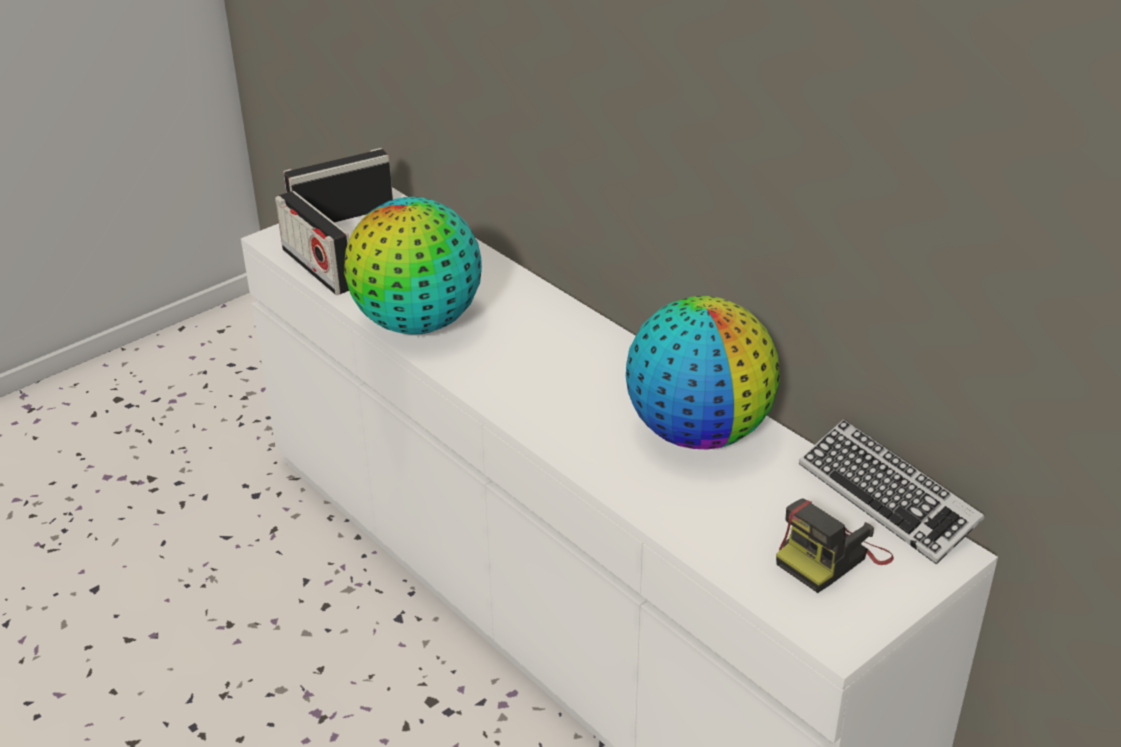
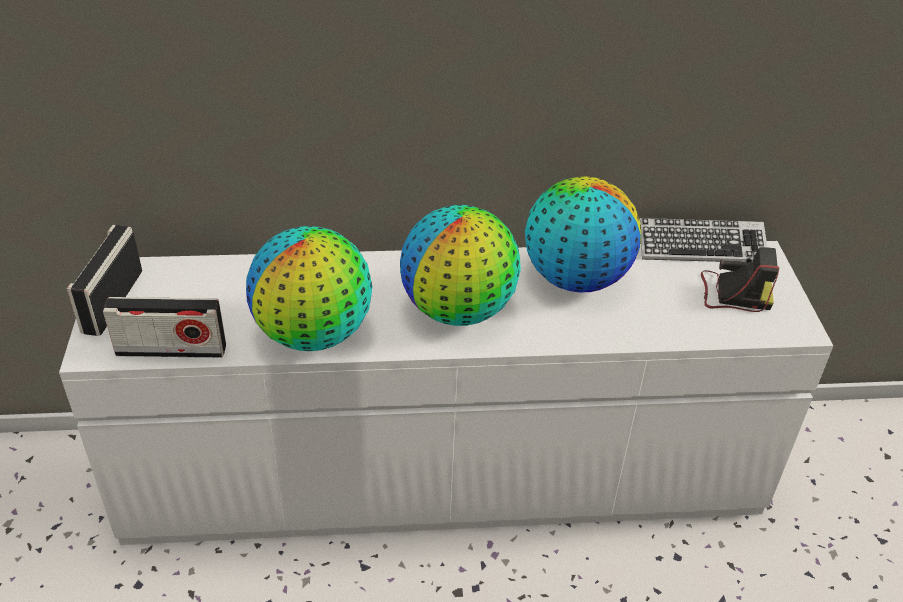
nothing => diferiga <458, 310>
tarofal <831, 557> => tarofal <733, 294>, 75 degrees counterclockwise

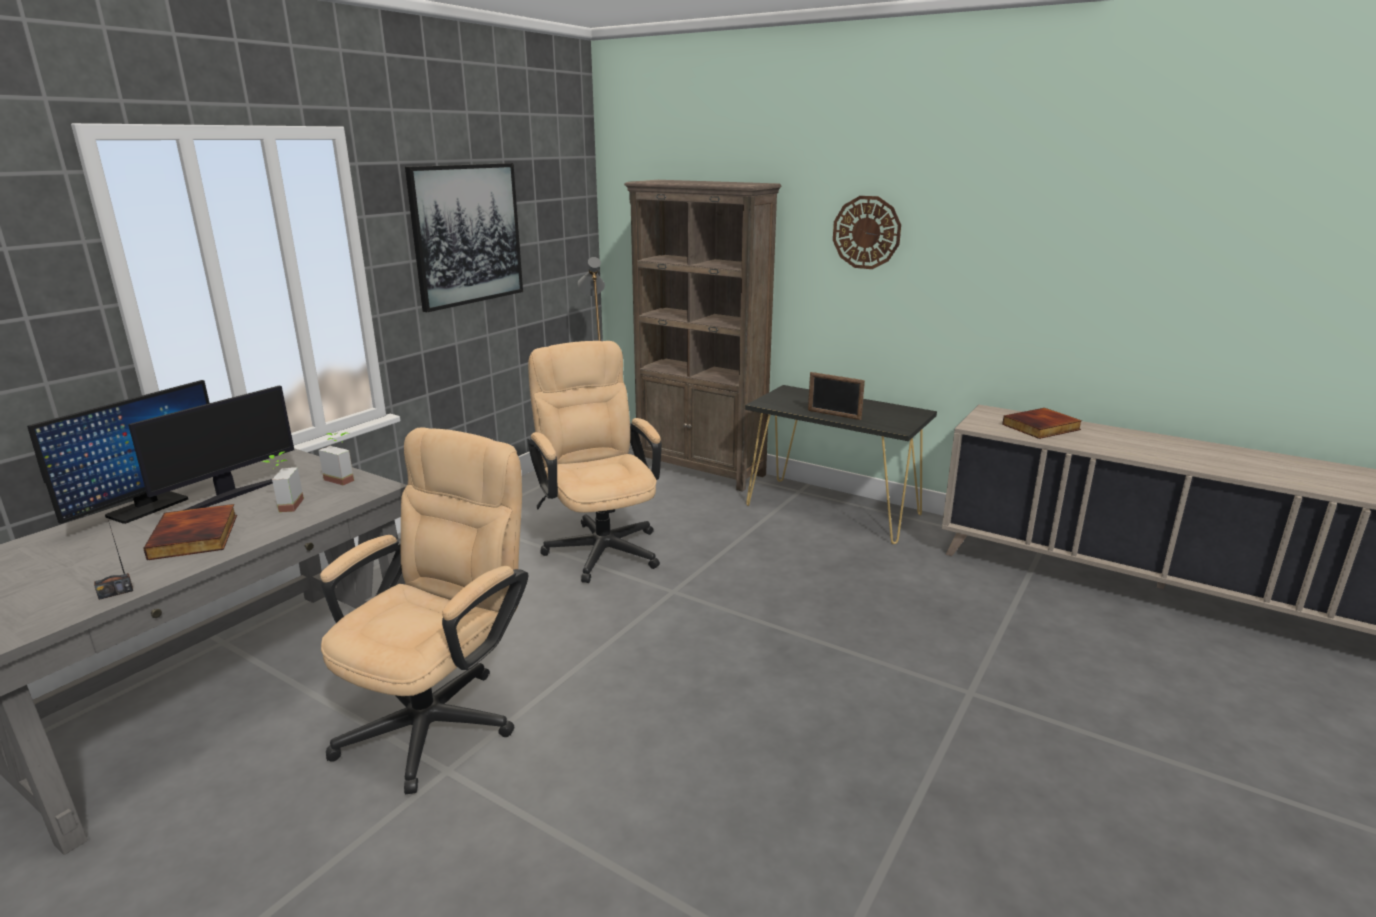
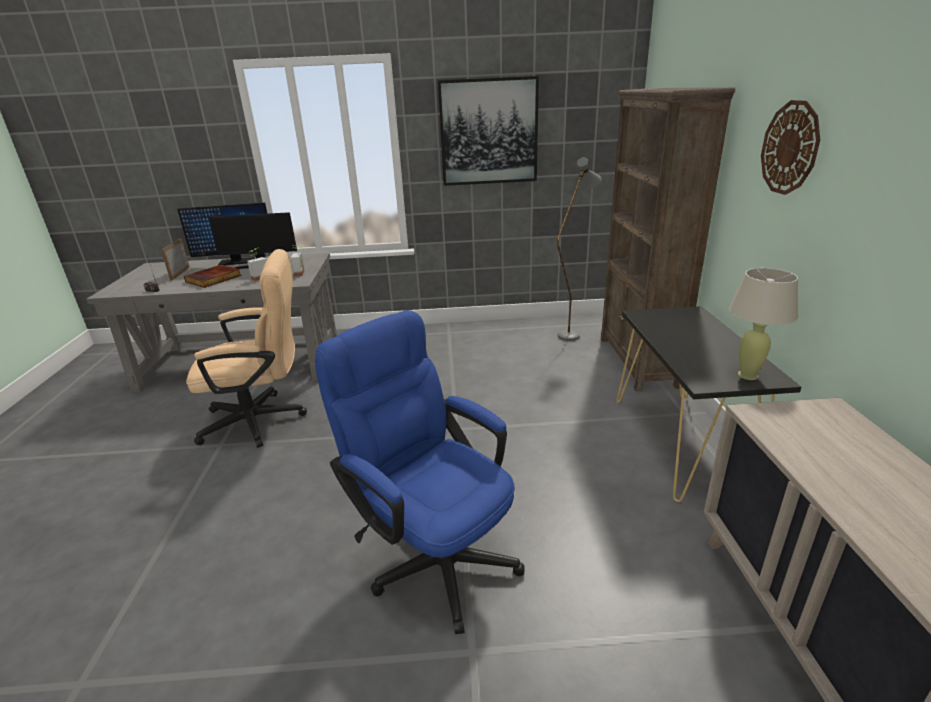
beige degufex <600, 545> => nothing
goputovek <1041, 427> => nothing
nothing => blue degufex <434, 554>
nothing => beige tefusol <748, 375>
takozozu <834, 415> => takozozu <180, 273>, relocated

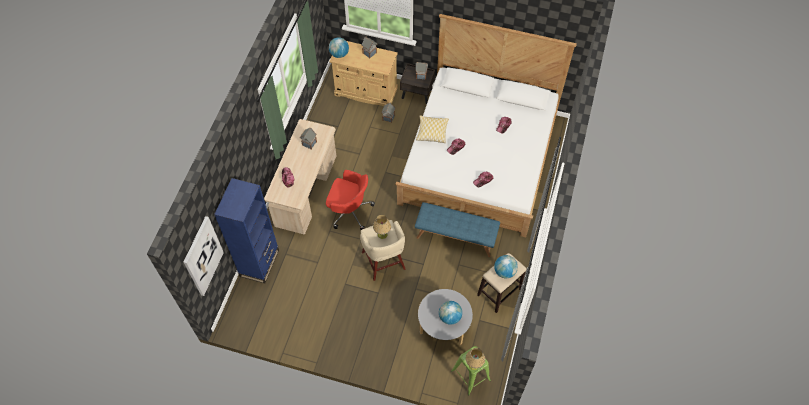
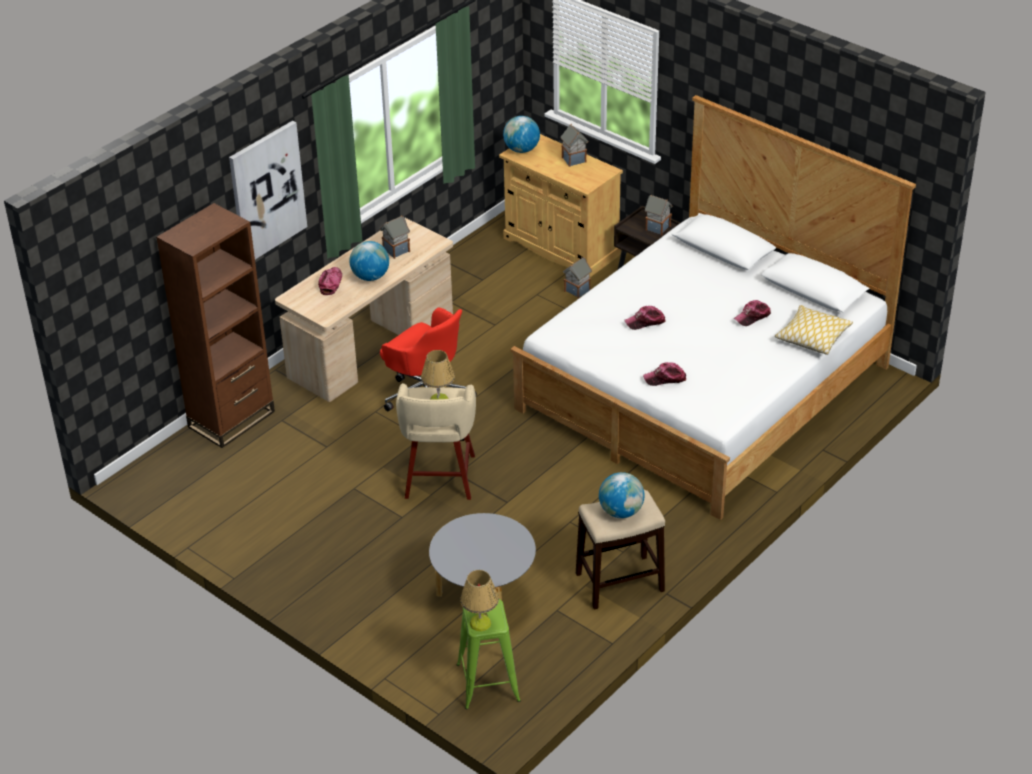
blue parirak <456, 236> => nothing
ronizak <202, 256> => ronizak <267, 192>, relocated
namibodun <432, 132> => namibodun <812, 337>, relocated
diferiga <449, 317> => diferiga <370, 277>, relocated
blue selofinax <259, 263> => brown selofinax <231, 419>

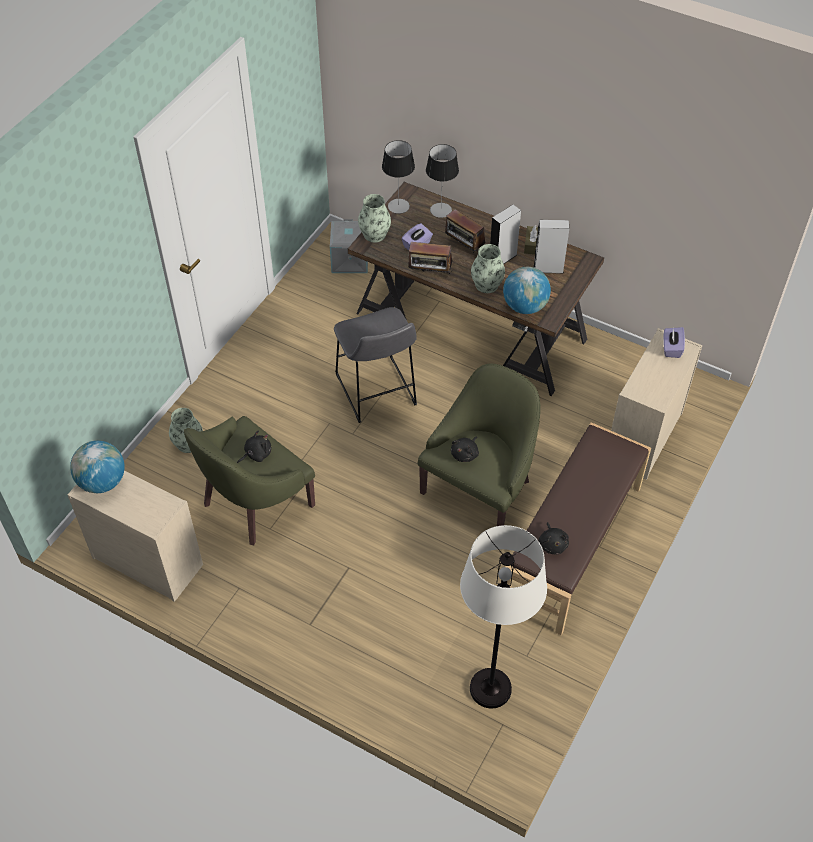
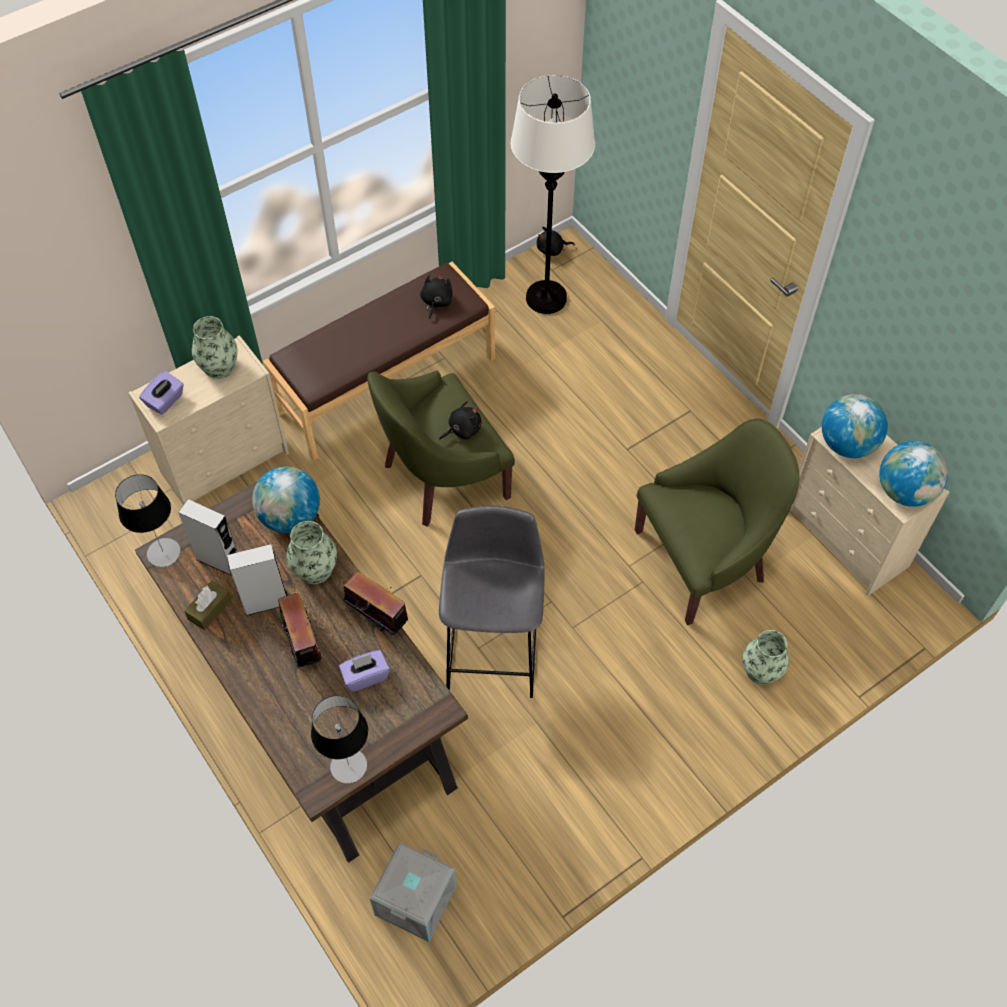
nothing => diferiga <847, 444>
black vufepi <256, 454> => black vufepi <552, 249>, relocated
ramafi <374, 234> => ramafi <219, 366>, relocated
tefusol <441, 210> => tefusol <163, 552>, relocated

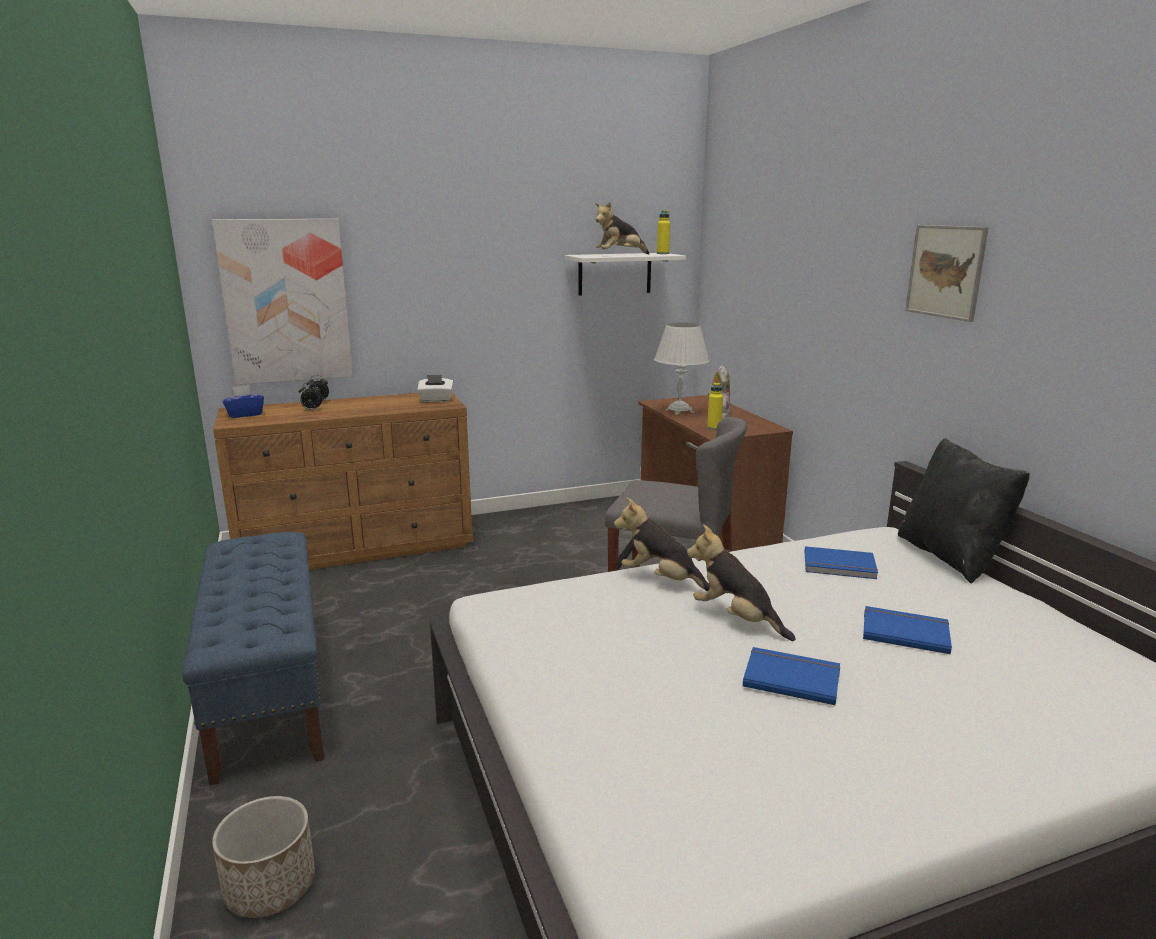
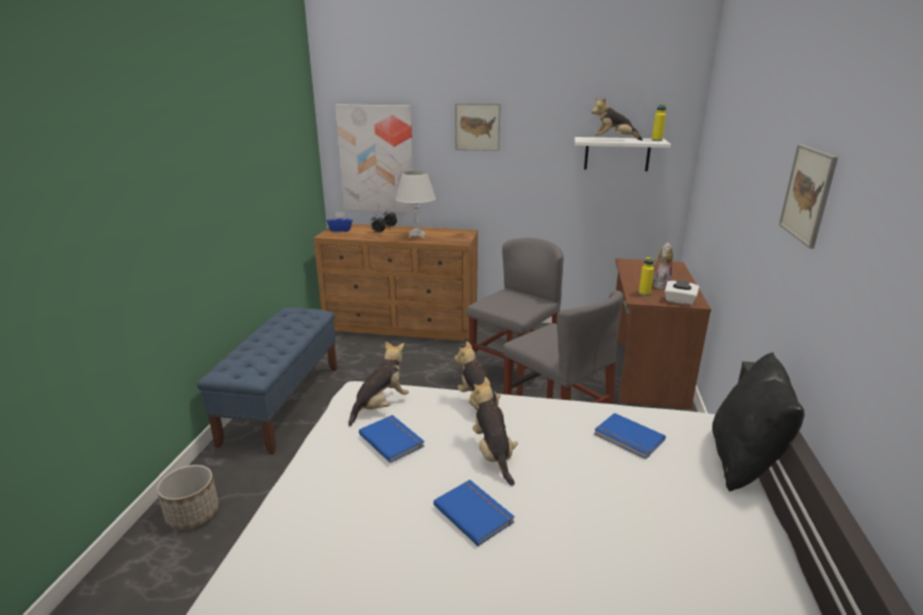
nothing => vufepi <381, 406>
nothing => ronizak <477, 127>
nothing => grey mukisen <514, 374>
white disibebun <436, 400> => white disibebun <679, 301>, relocated
white tefusol <679, 411> => white tefusol <417, 236>, relocated
blue goputovek <904, 631> => blue goputovek <392, 439>, relocated

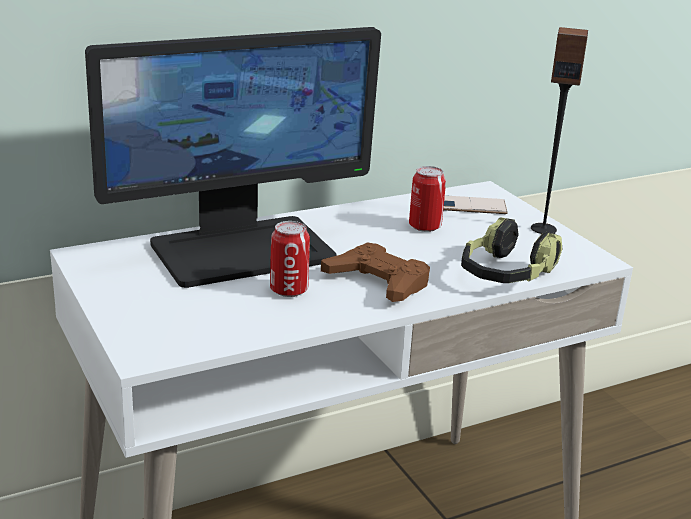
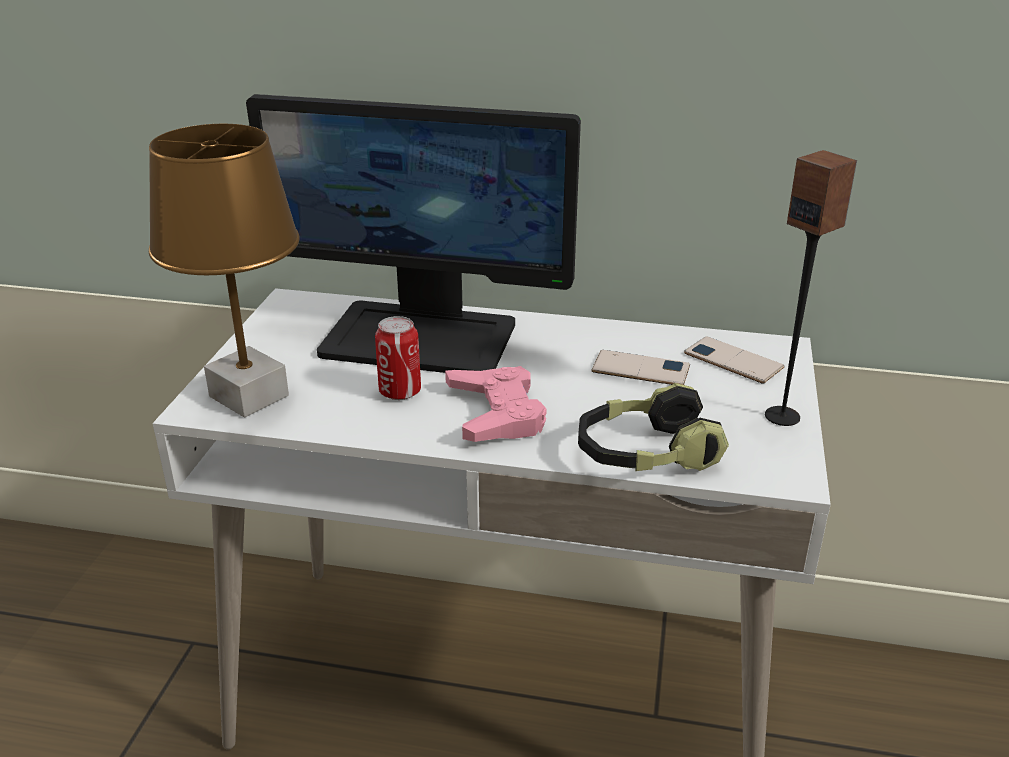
nothing => brown tefusol <250, 396>
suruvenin <425, 226> => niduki <640, 369>
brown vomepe <378, 281> => pink vomepe <496, 413>

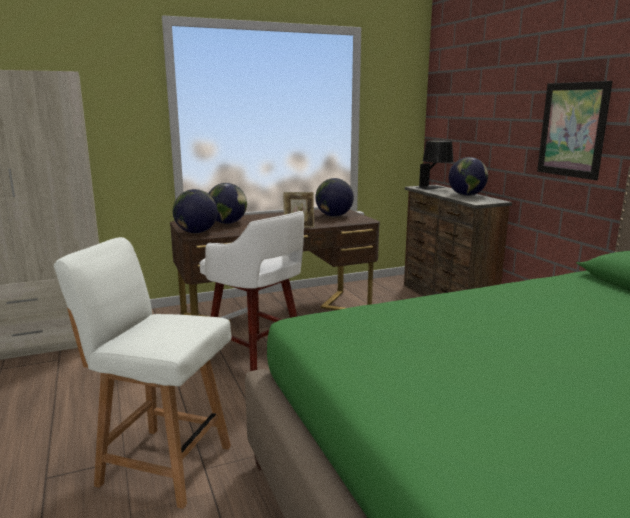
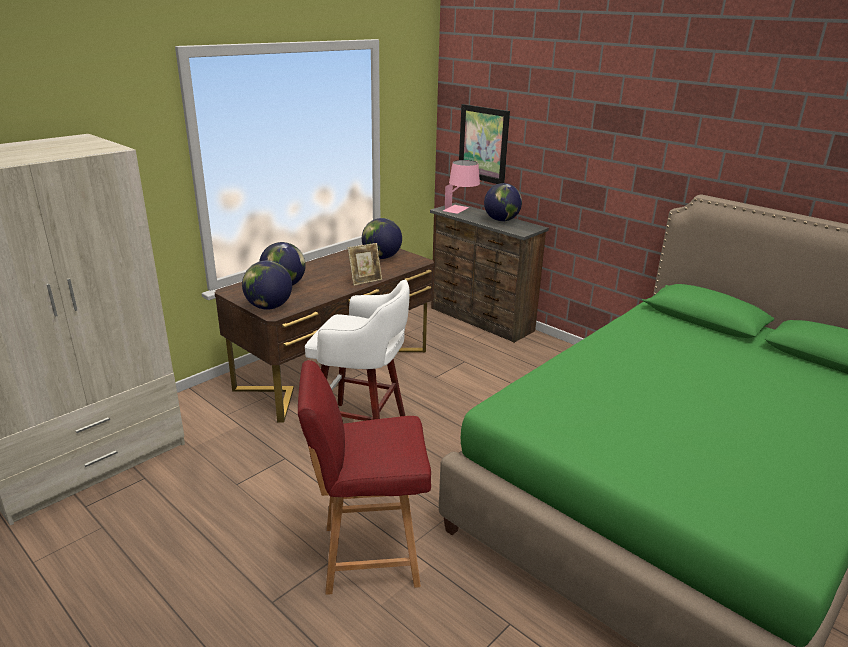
ronizak <572, 130> => ronizak <483, 144>, relocated
white mukisen <163, 464> => red mukisen <367, 555>
black tefusol <434, 188> => pink tefusol <461, 210>

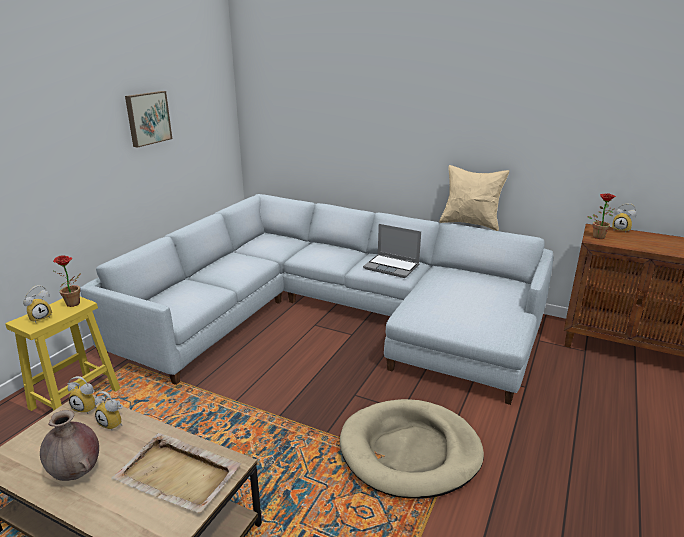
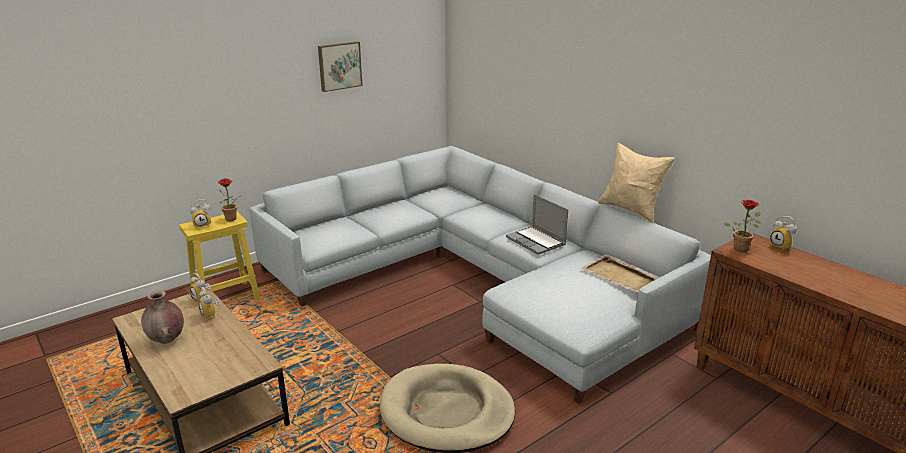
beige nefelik <178, 475> => beige nefelik <620, 276>, relocated

